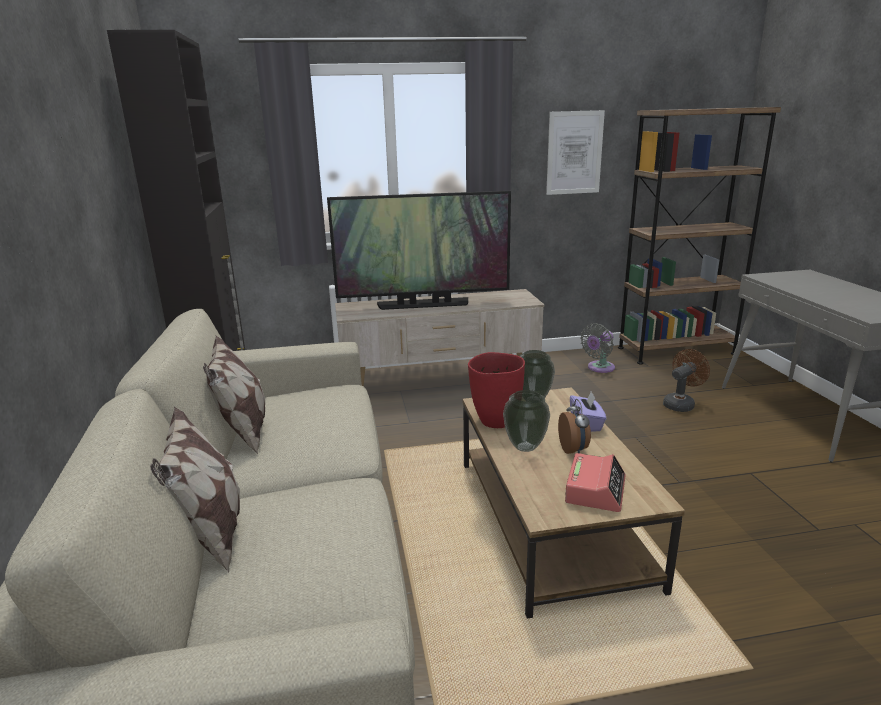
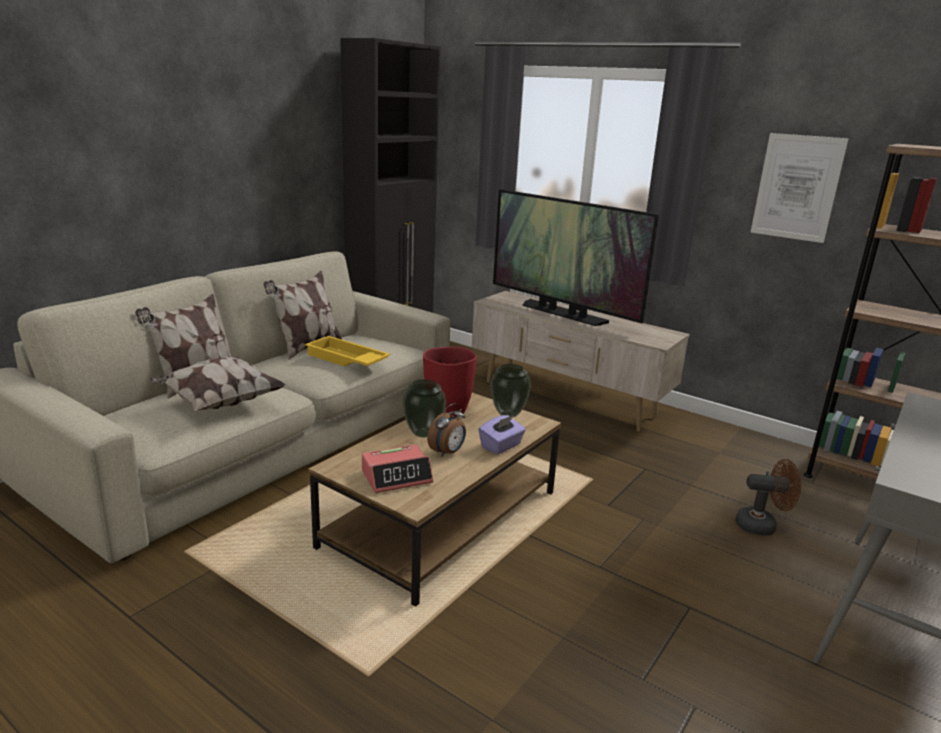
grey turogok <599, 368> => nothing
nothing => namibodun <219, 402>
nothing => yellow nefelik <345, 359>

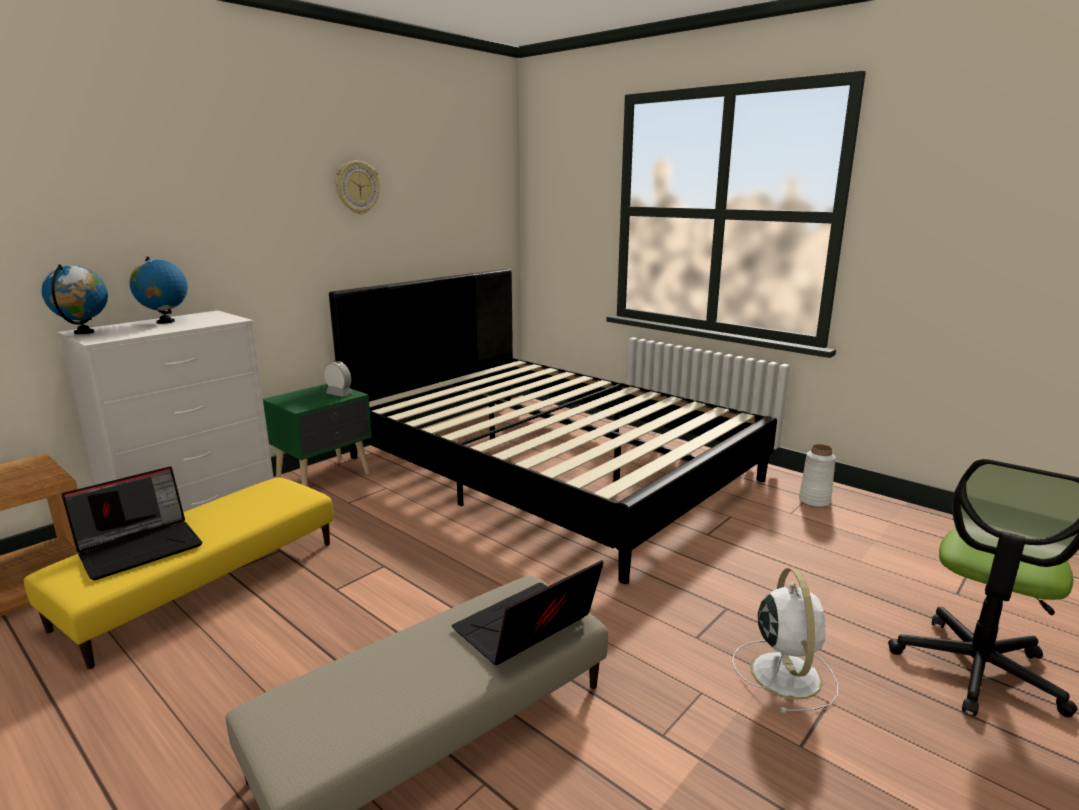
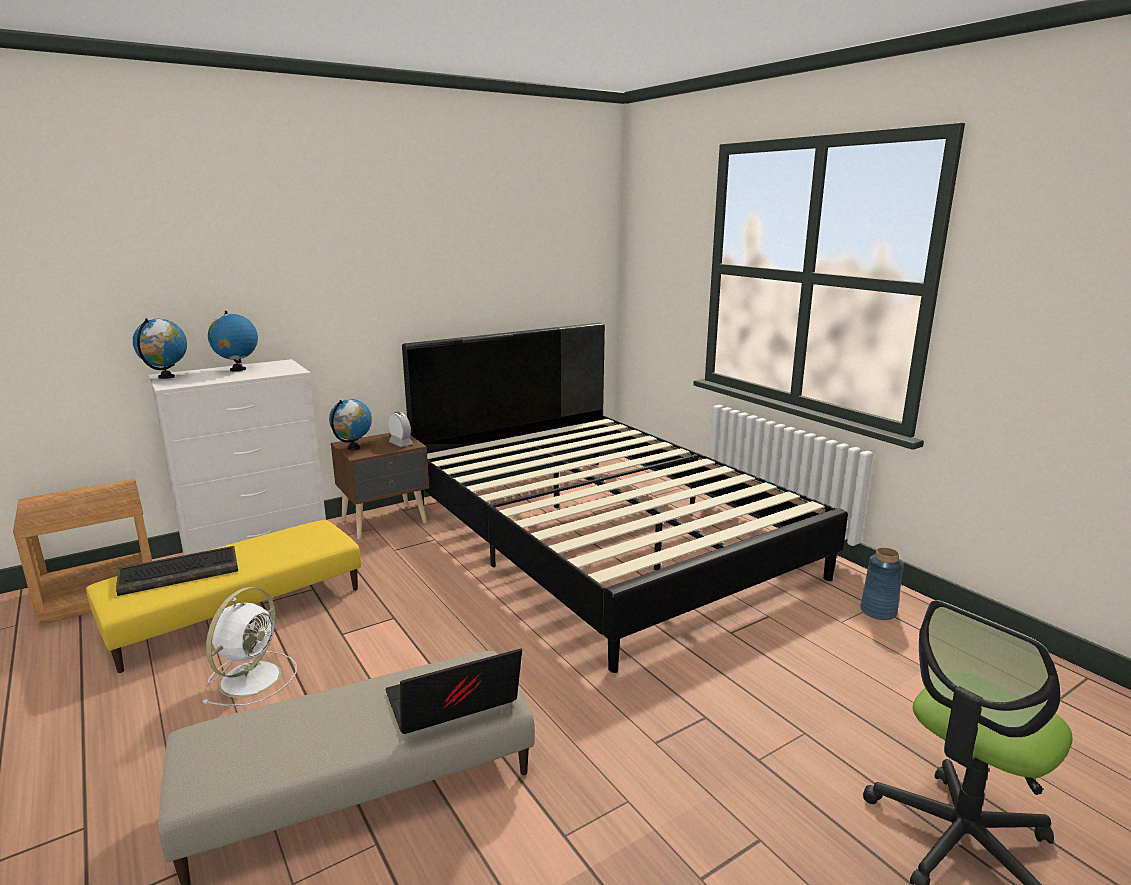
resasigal <357, 187> => nothing
nothing => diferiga <353, 448>
white turogok <784, 672> => white turogok <252, 677>, relocated
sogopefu <141, 547> => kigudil <181, 572>
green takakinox <325, 477> => brown takakinox <386, 522>
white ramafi <814, 501> => blue ramafi <878, 611>

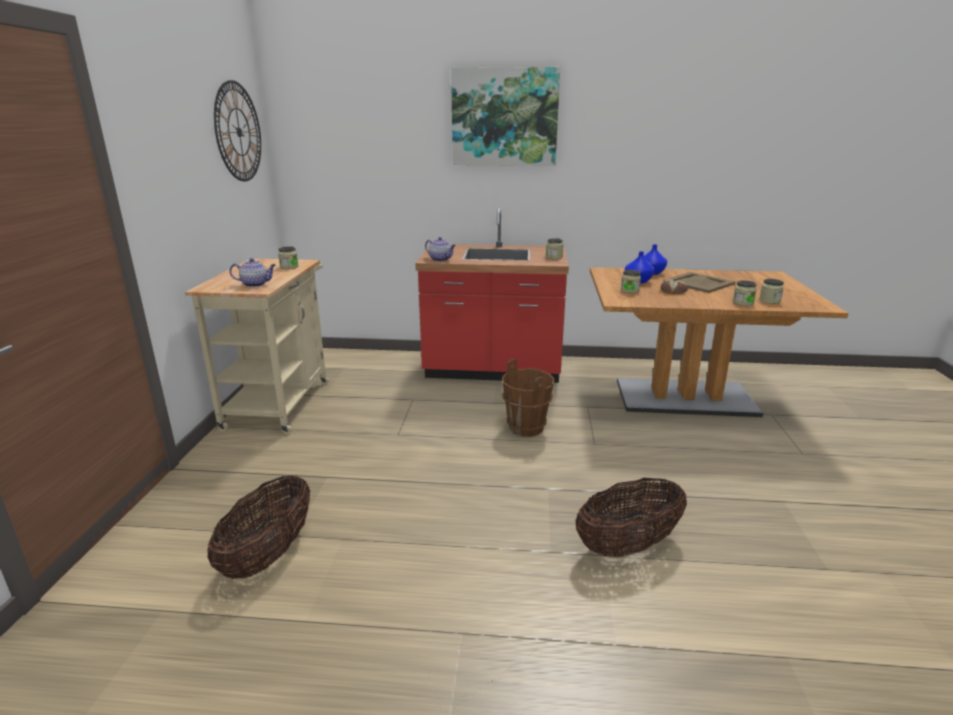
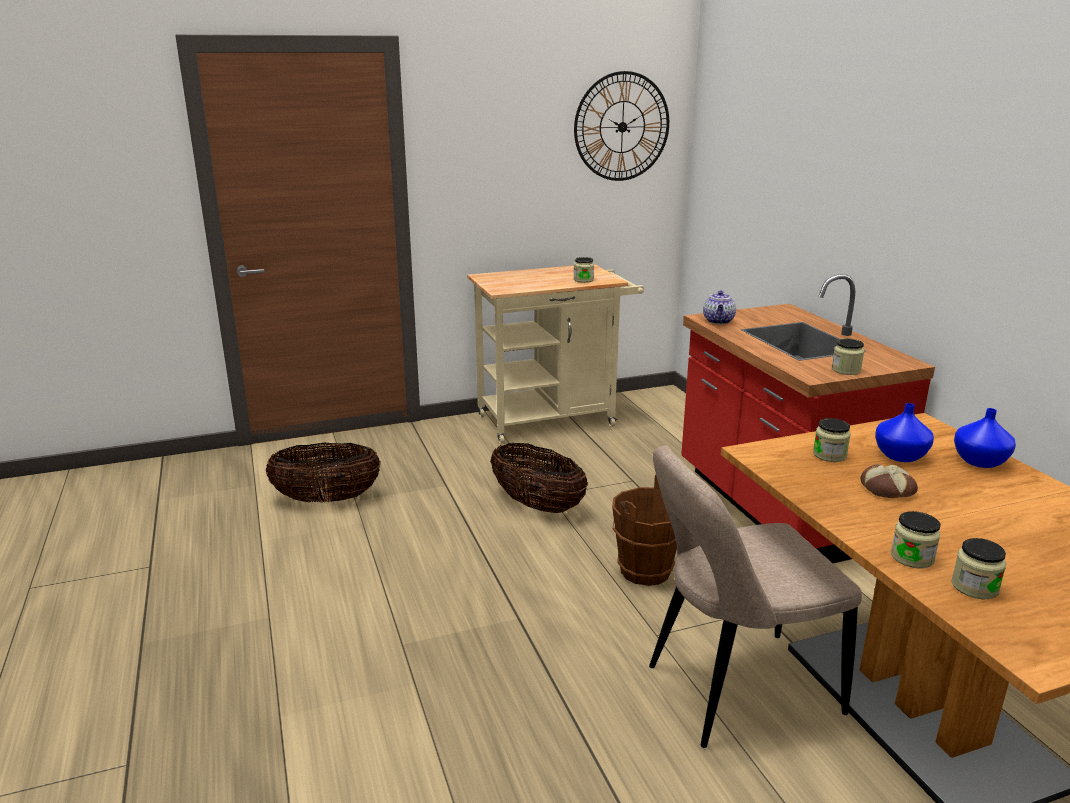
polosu <256, 284> => nothing
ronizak <504, 117> => nothing
beige nefelik <699, 283> => nothing
nothing => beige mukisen <734, 691>
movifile <628, 545> => movifile <537, 505>, relocated

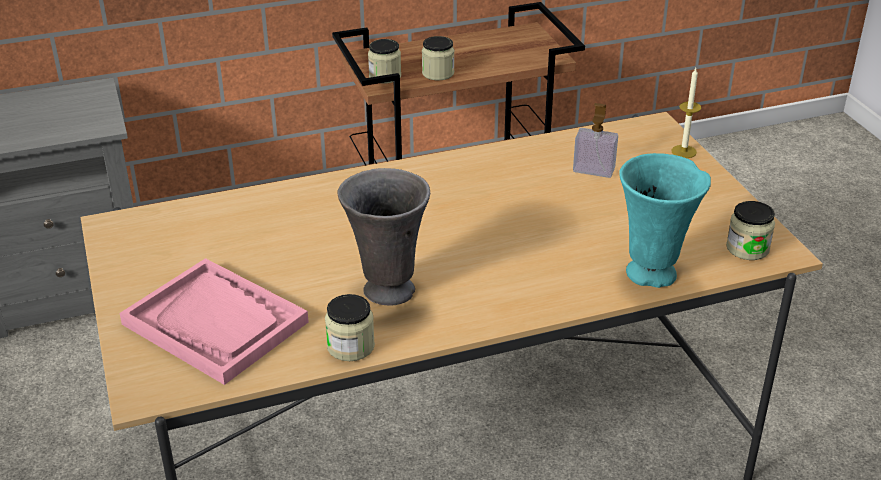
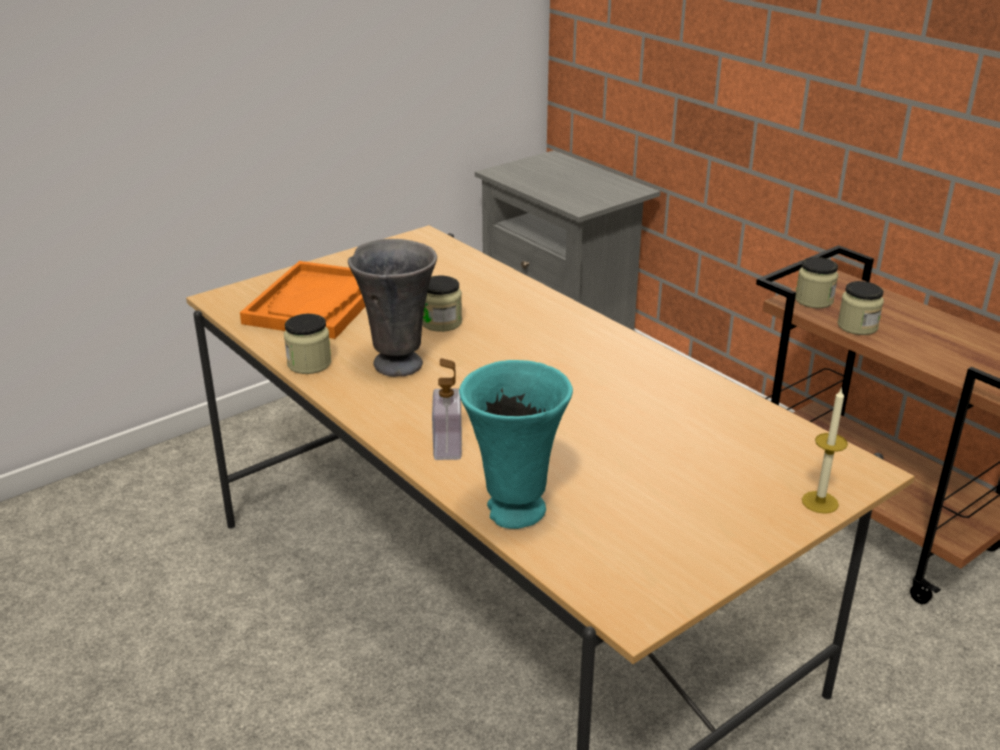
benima <593, 170> => benima <447, 446>, relocated
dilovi <747, 248> => dilovi <441, 322>, relocated
pink nefelik <216, 323> => orange nefelik <316, 303>

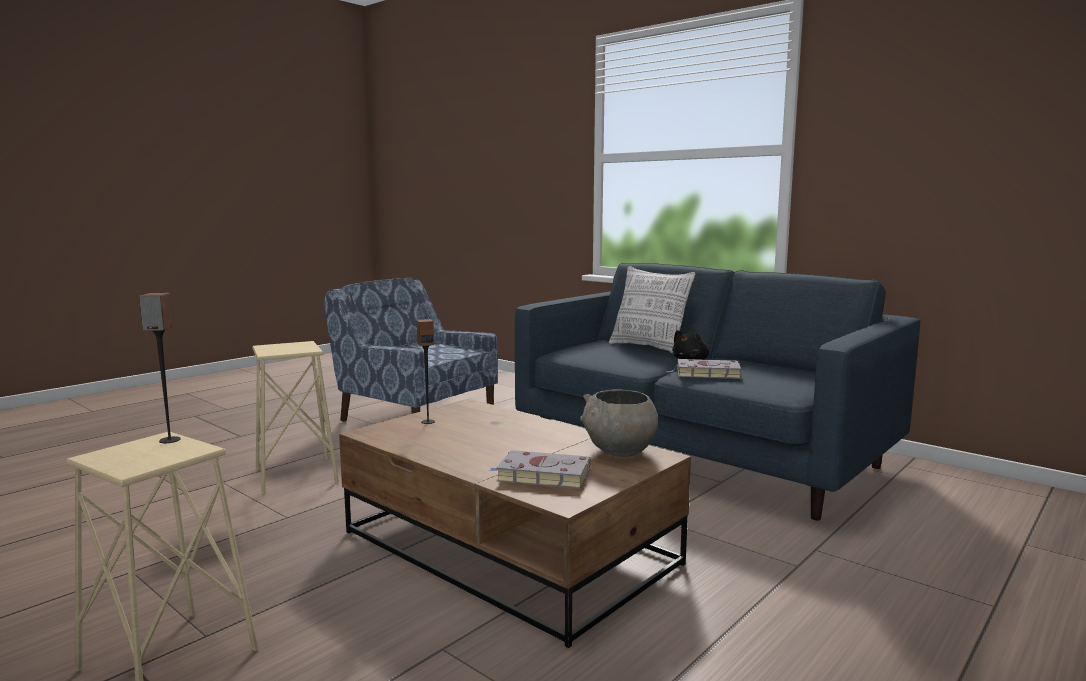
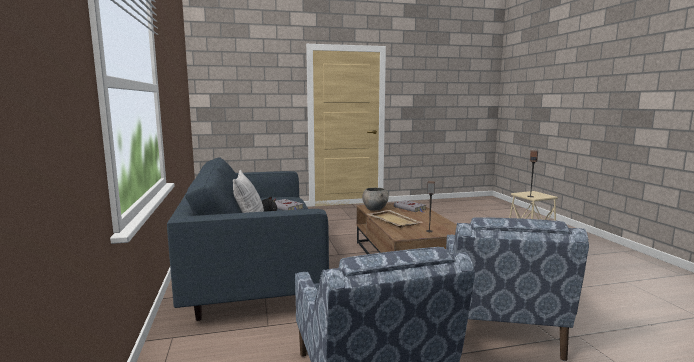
nothing => beige nefelik <393, 220>
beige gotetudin <297, 475> => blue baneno <498, 328>

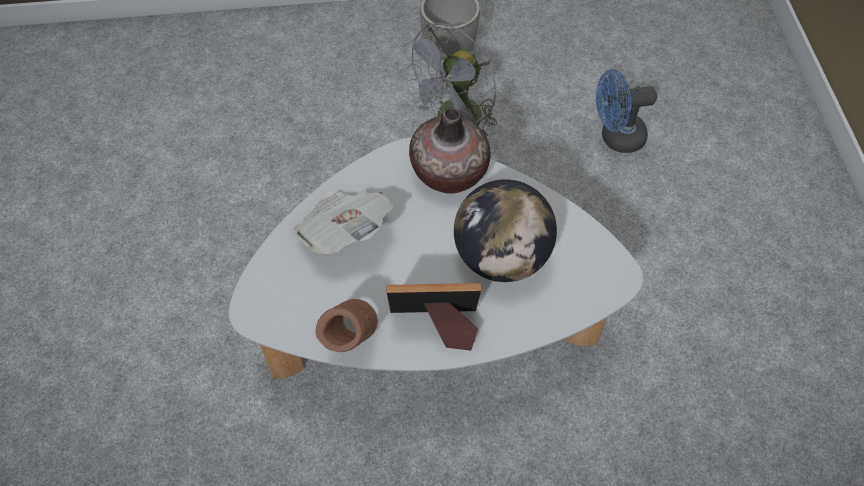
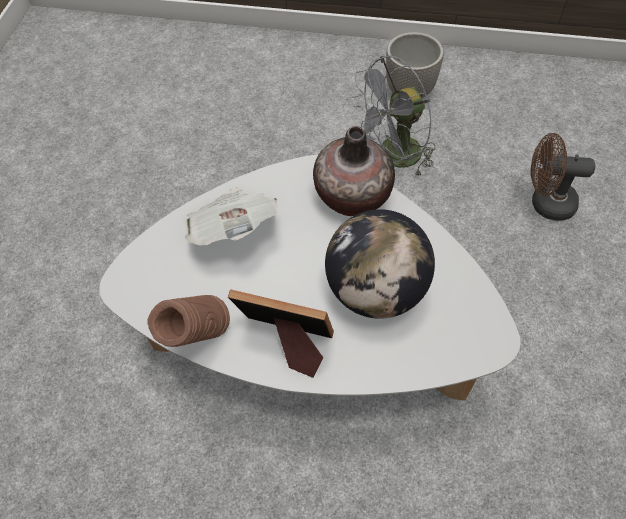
blue turogok <615, 137> => brown turogok <545, 203>

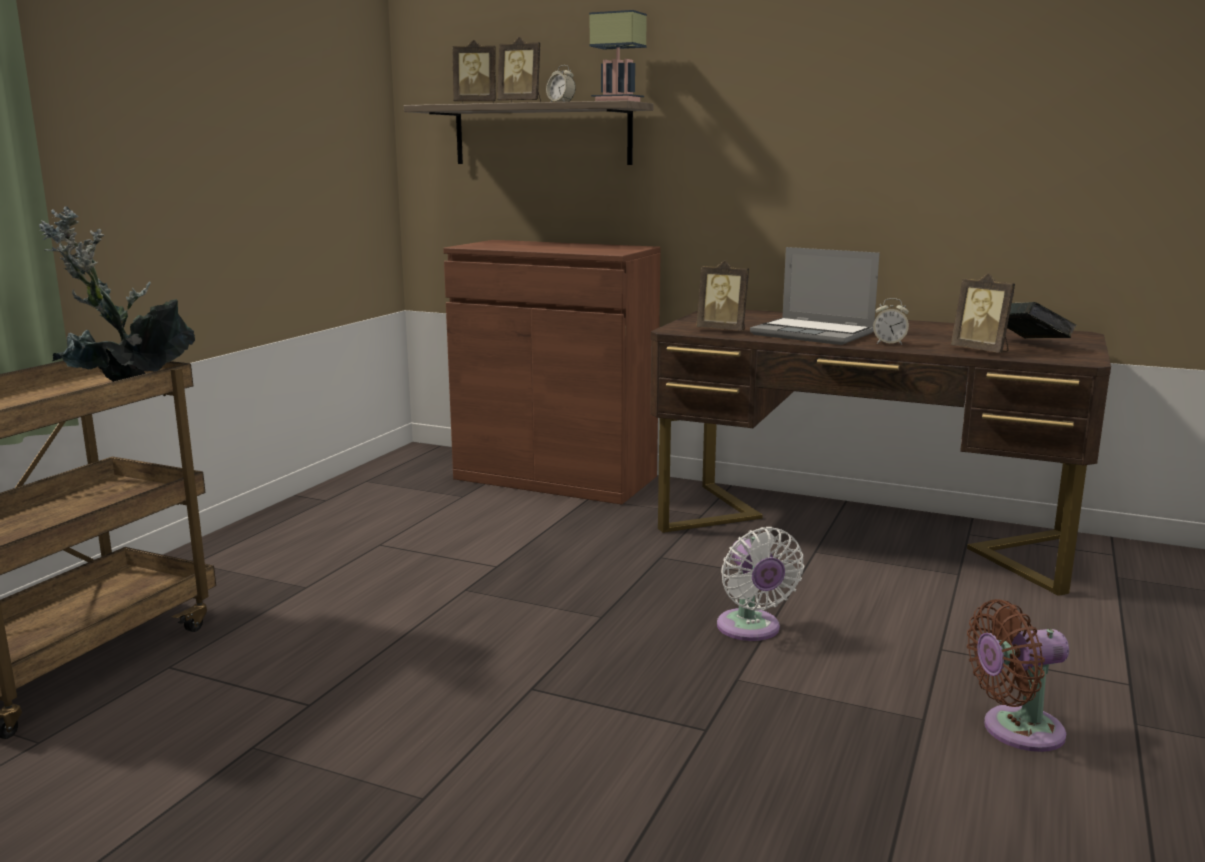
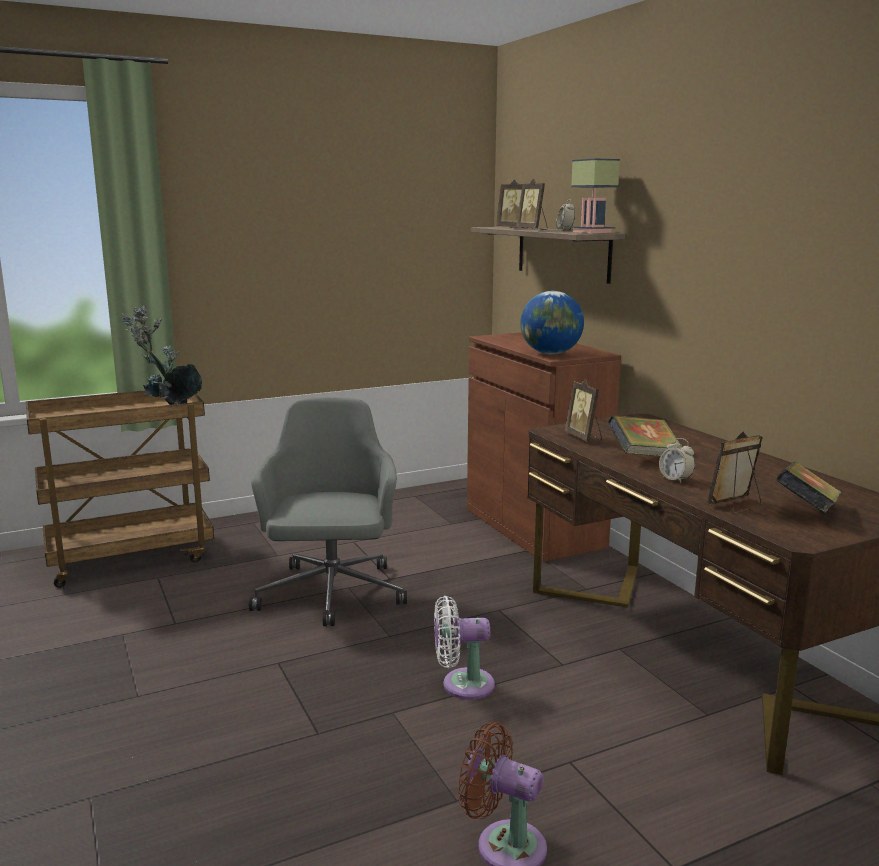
nothing => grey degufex <331, 595>
nothing => diferiga <550, 354>
sogopefu <814, 334> => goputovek <643, 456>
white turogok <751, 629> => white turogok <462, 685>, 60 degrees clockwise
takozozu <981, 350> => takozozu <736, 506>, 60 degrees clockwise

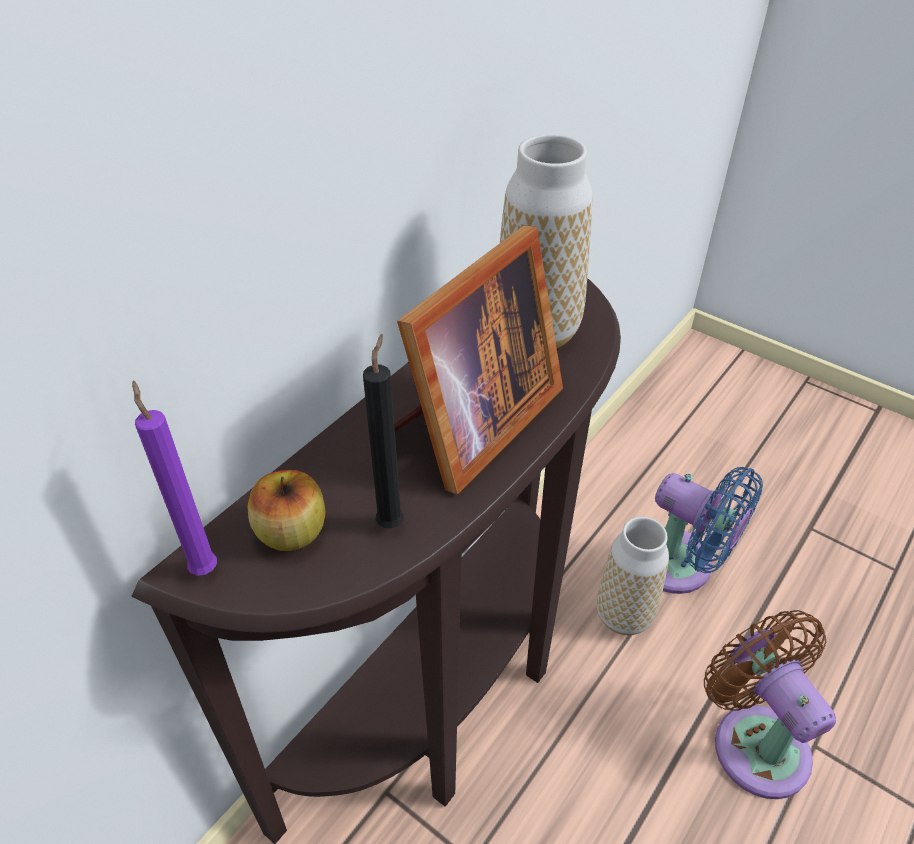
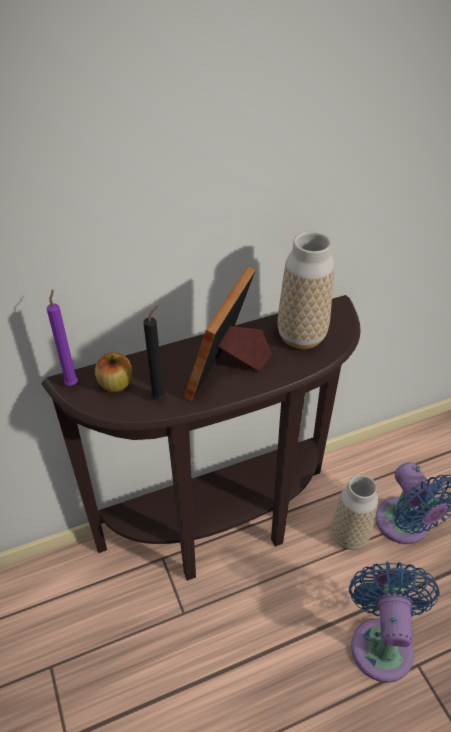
brown turogok <755, 740> => blue turogok <381, 642>
takozozu <470, 425> => takozozu <229, 370>, 135 degrees clockwise

